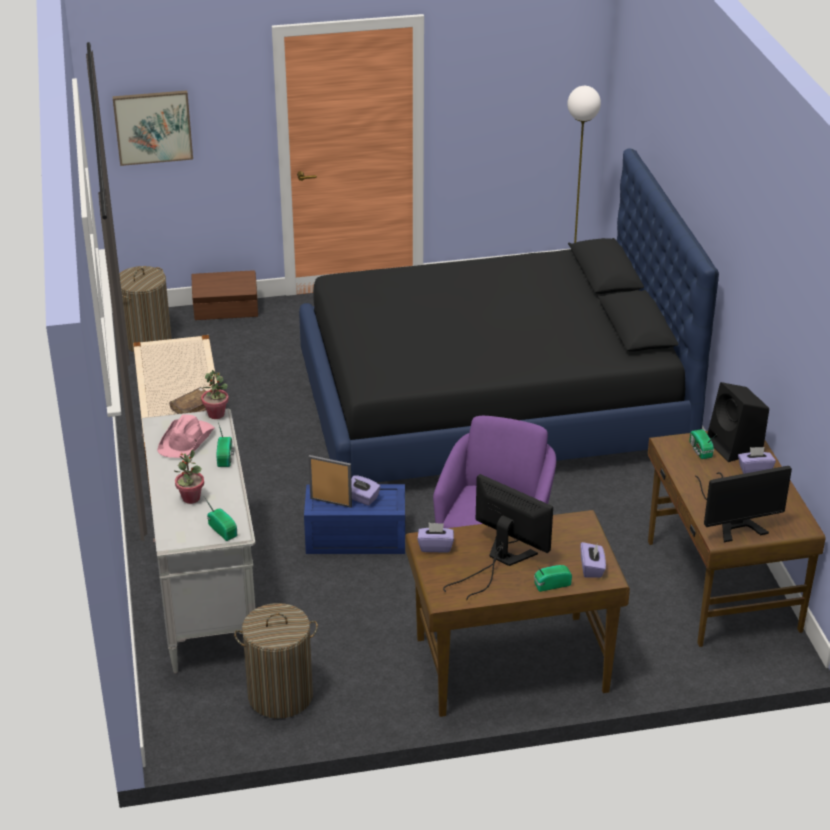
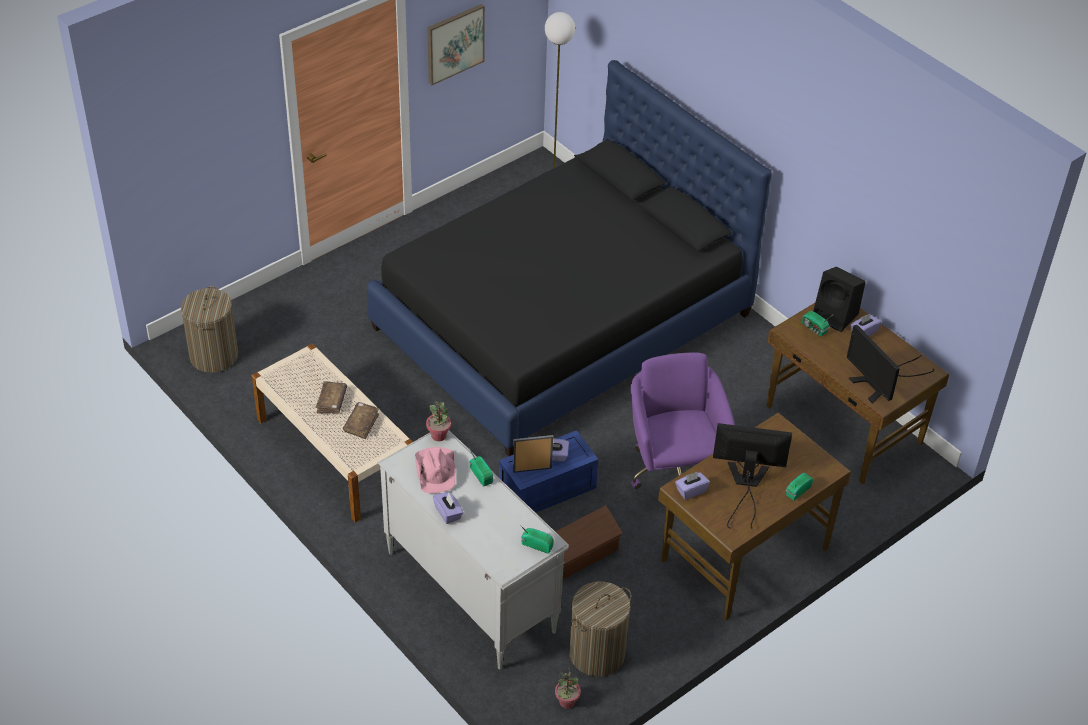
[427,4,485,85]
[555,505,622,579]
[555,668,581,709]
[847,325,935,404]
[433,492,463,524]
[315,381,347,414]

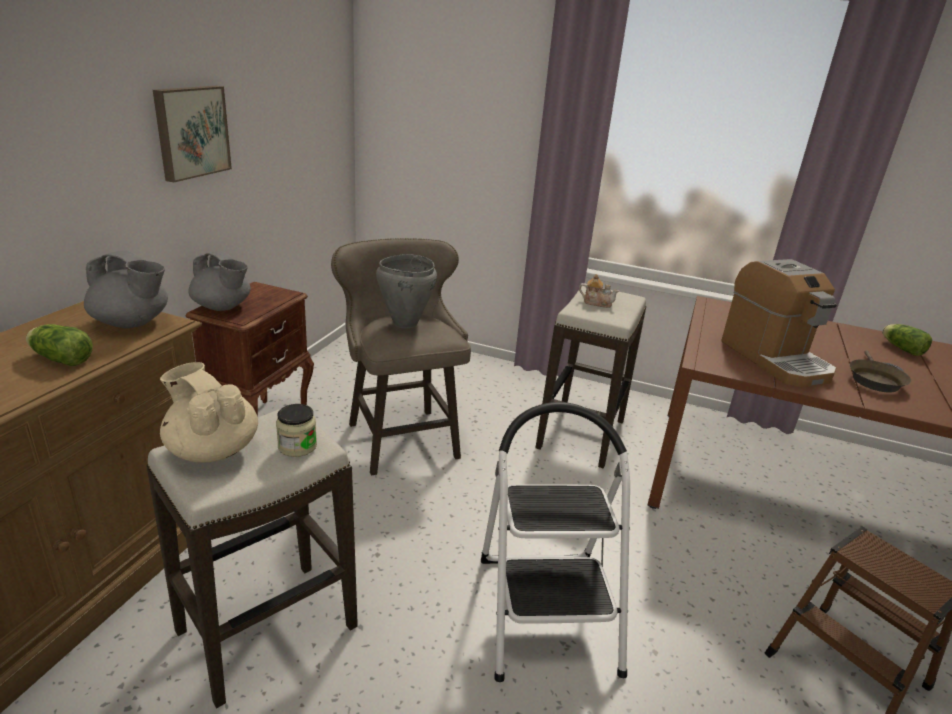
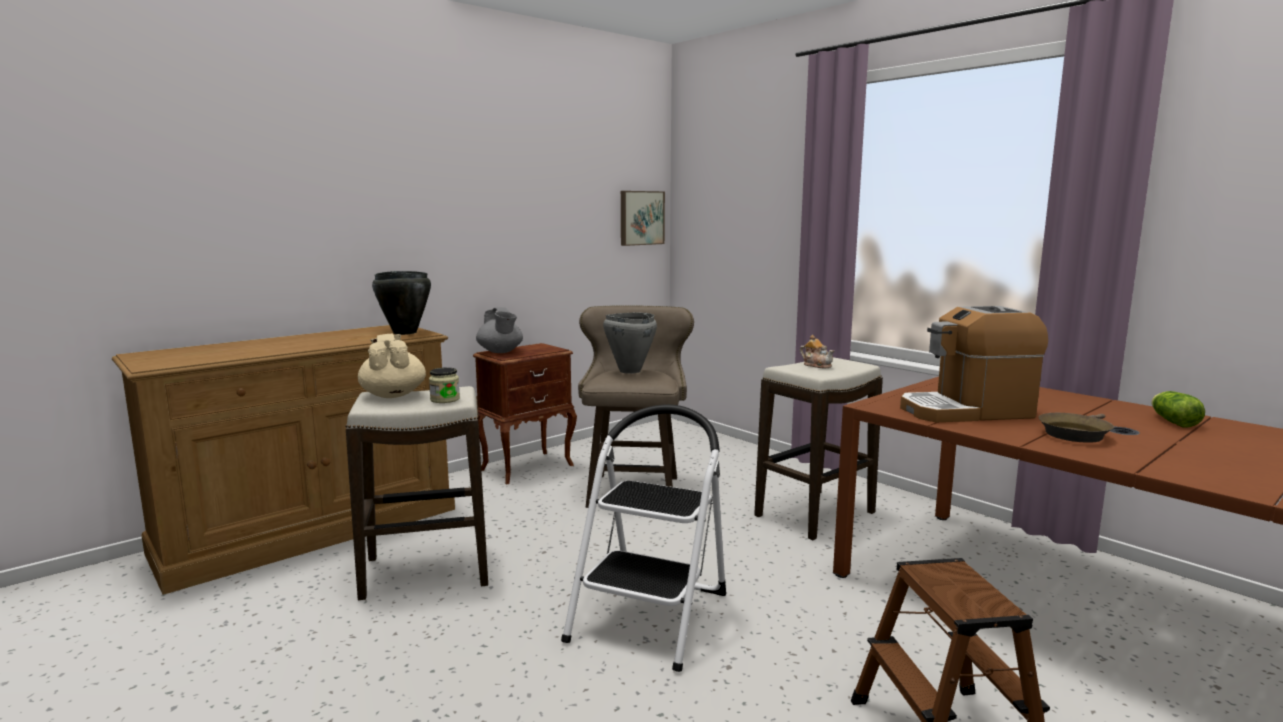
[621,191,665,246]
[372,271,431,335]
[900,306,1048,423]
[26,324,93,366] (first image)

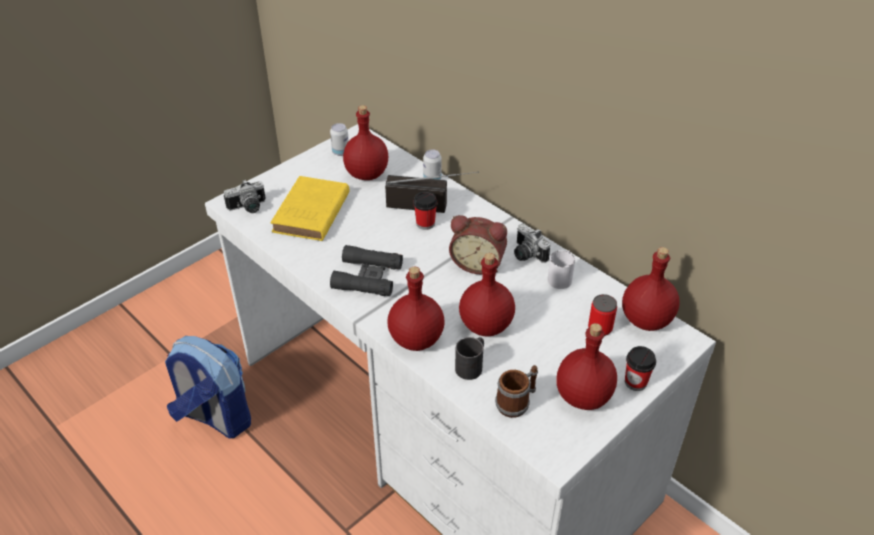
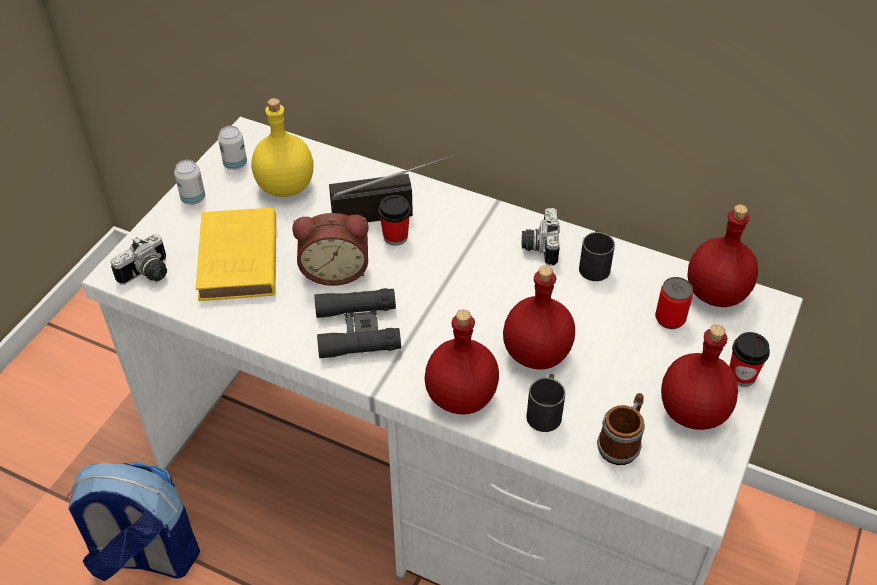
[252,98,314,197]
[174,160,205,205]
[292,213,369,286]
[522,208,560,266]
[579,230,615,281]

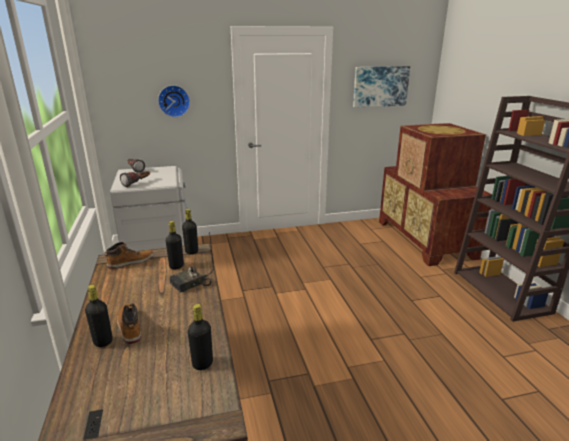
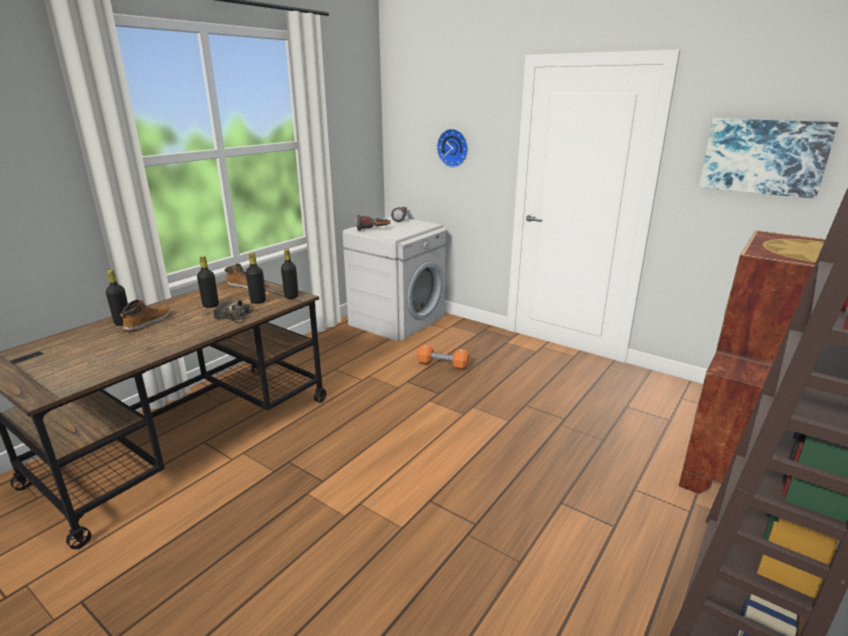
[197,256,219,308]
[417,344,469,370]

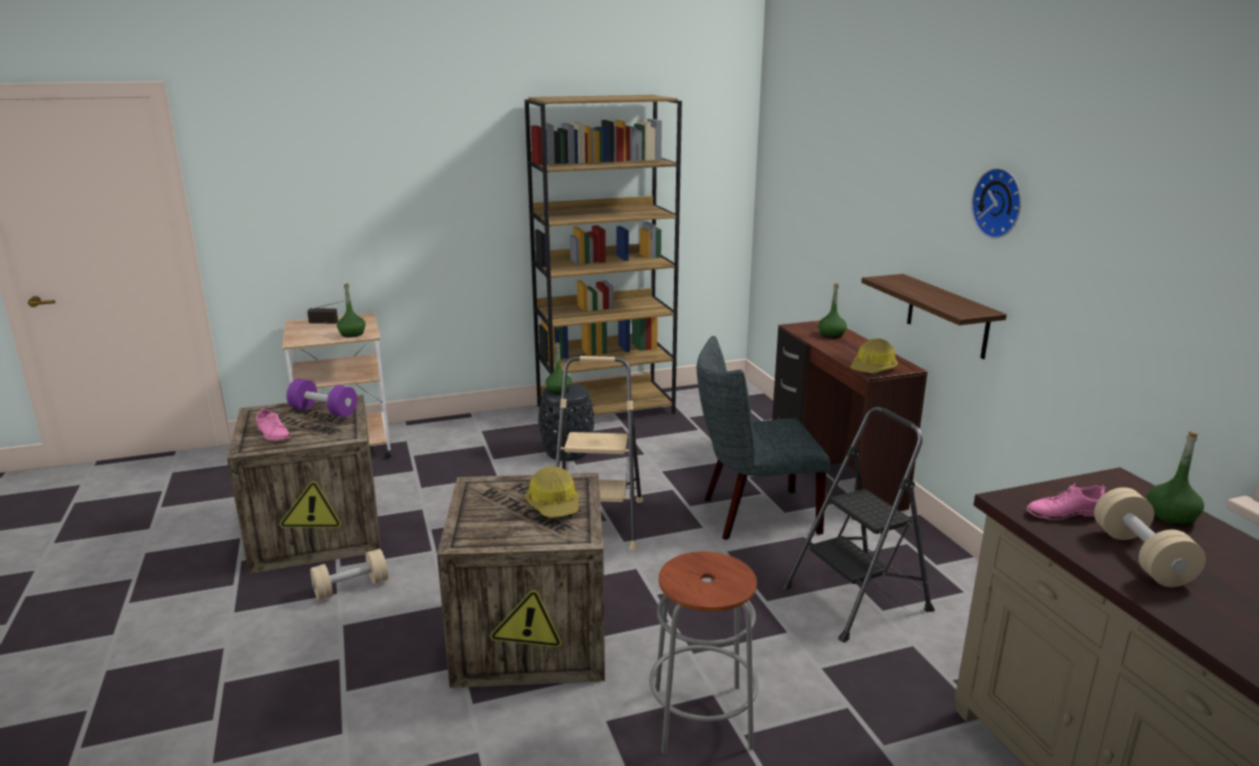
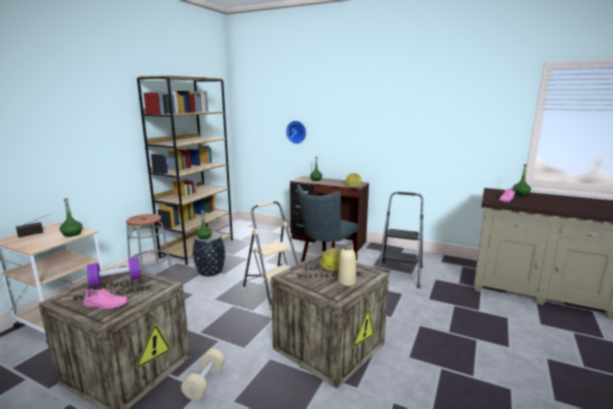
[286,121,306,144]
[861,274,1007,359] (first image)
[1094,487,1206,587] (first image)
[126,214,172,272]
[338,243,356,286]

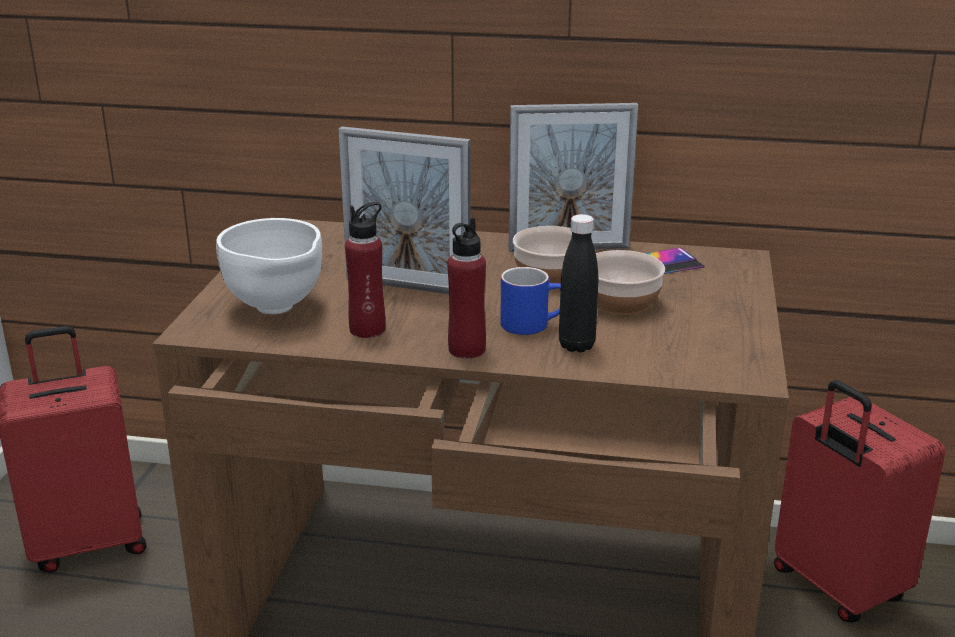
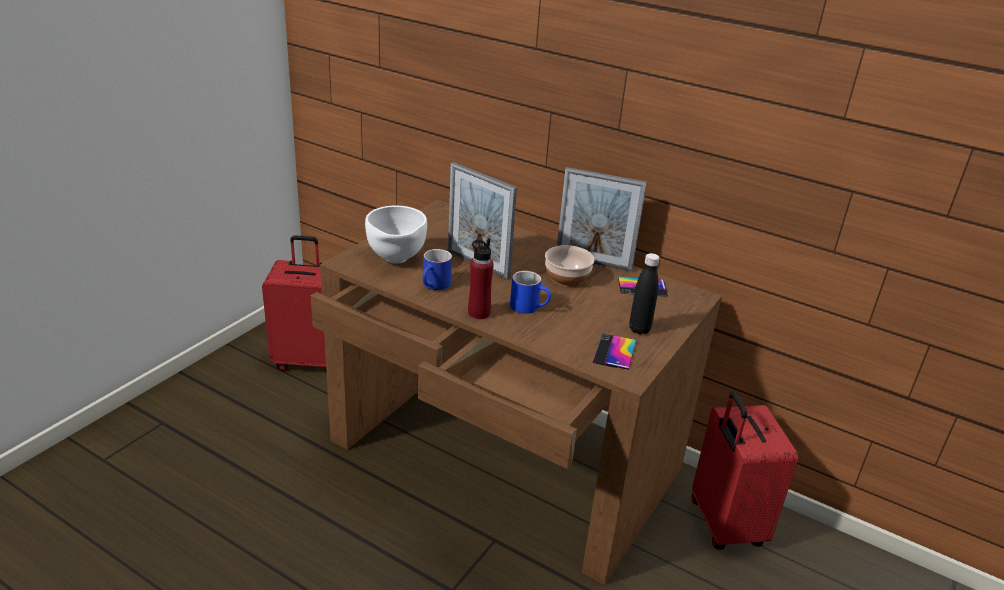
[422,249,452,290]
[629,253,660,334]
[596,250,665,315] (first image)
[593,334,637,370]

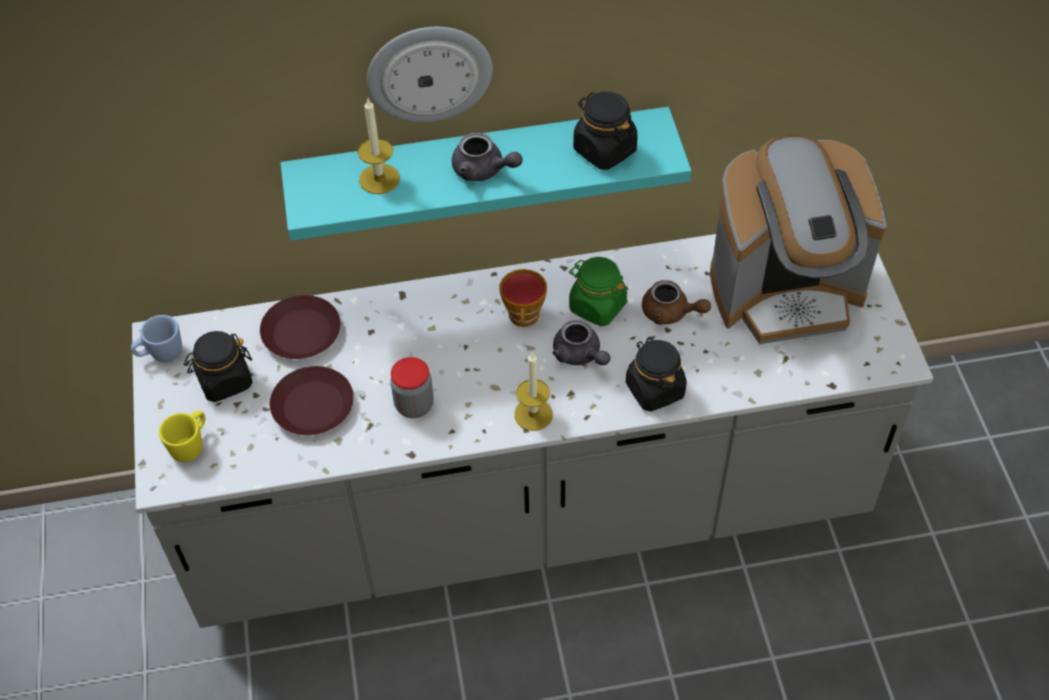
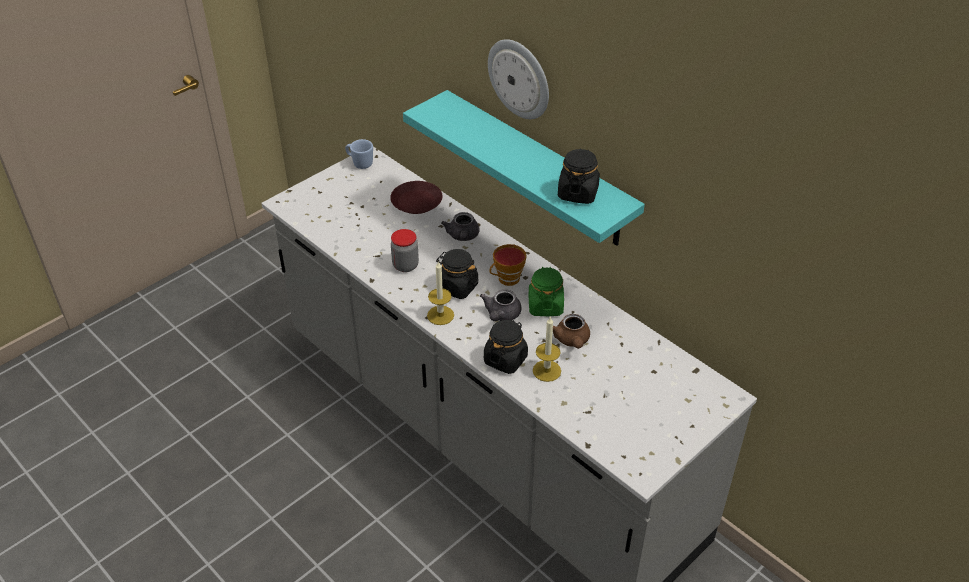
[533,316,561,382]
[441,212,479,241]
[710,134,887,344] (first image)
[436,249,478,299]
[270,366,354,435] (first image)
[159,410,205,462] (first image)

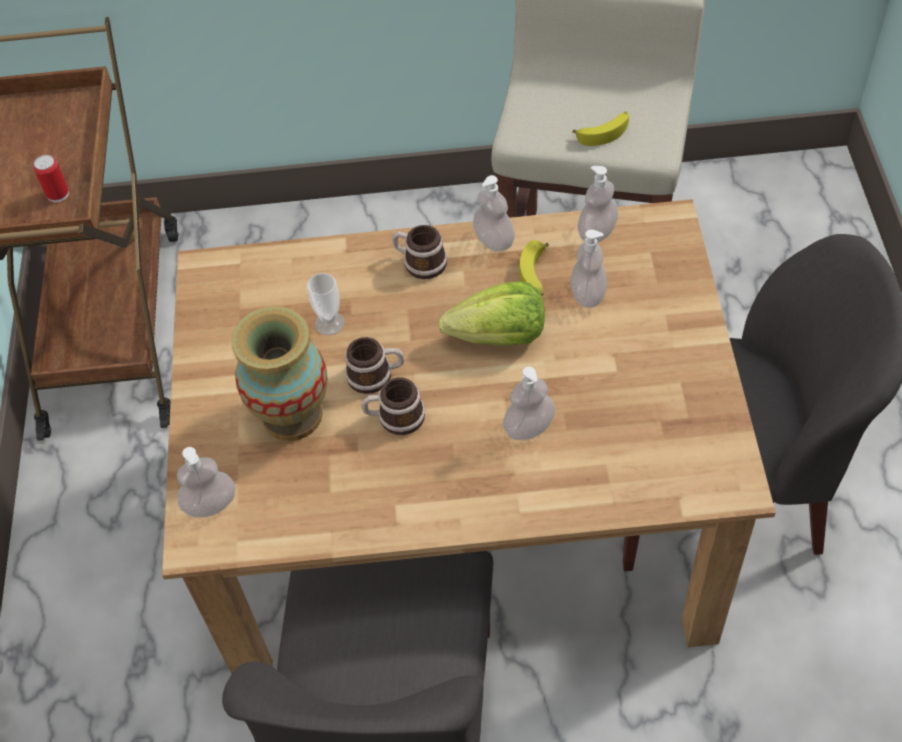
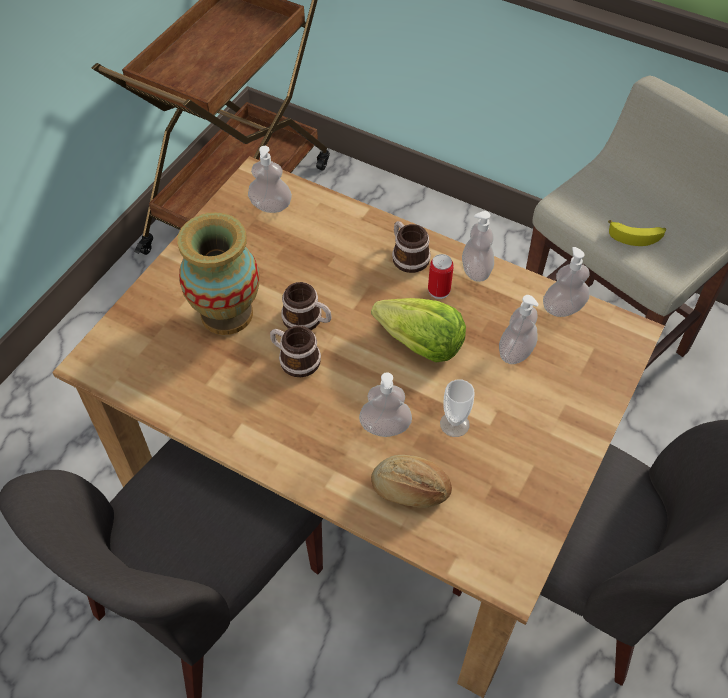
[428,254,454,299]
[520,240,549,296] (first image)
[440,380,475,437]
[248,146,292,213]
[371,455,452,508]

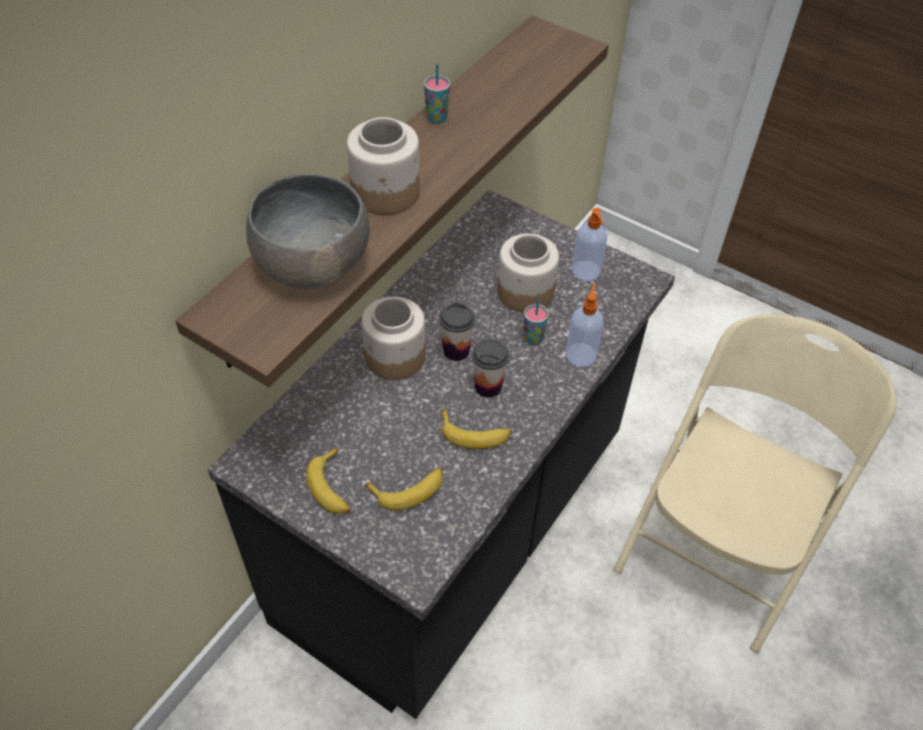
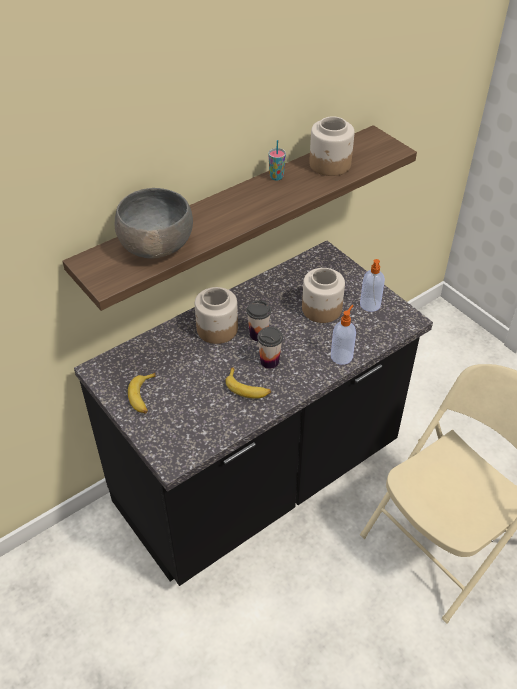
[309,116,355,176]
[524,299,549,345] (first image)
[364,467,443,510] (first image)

